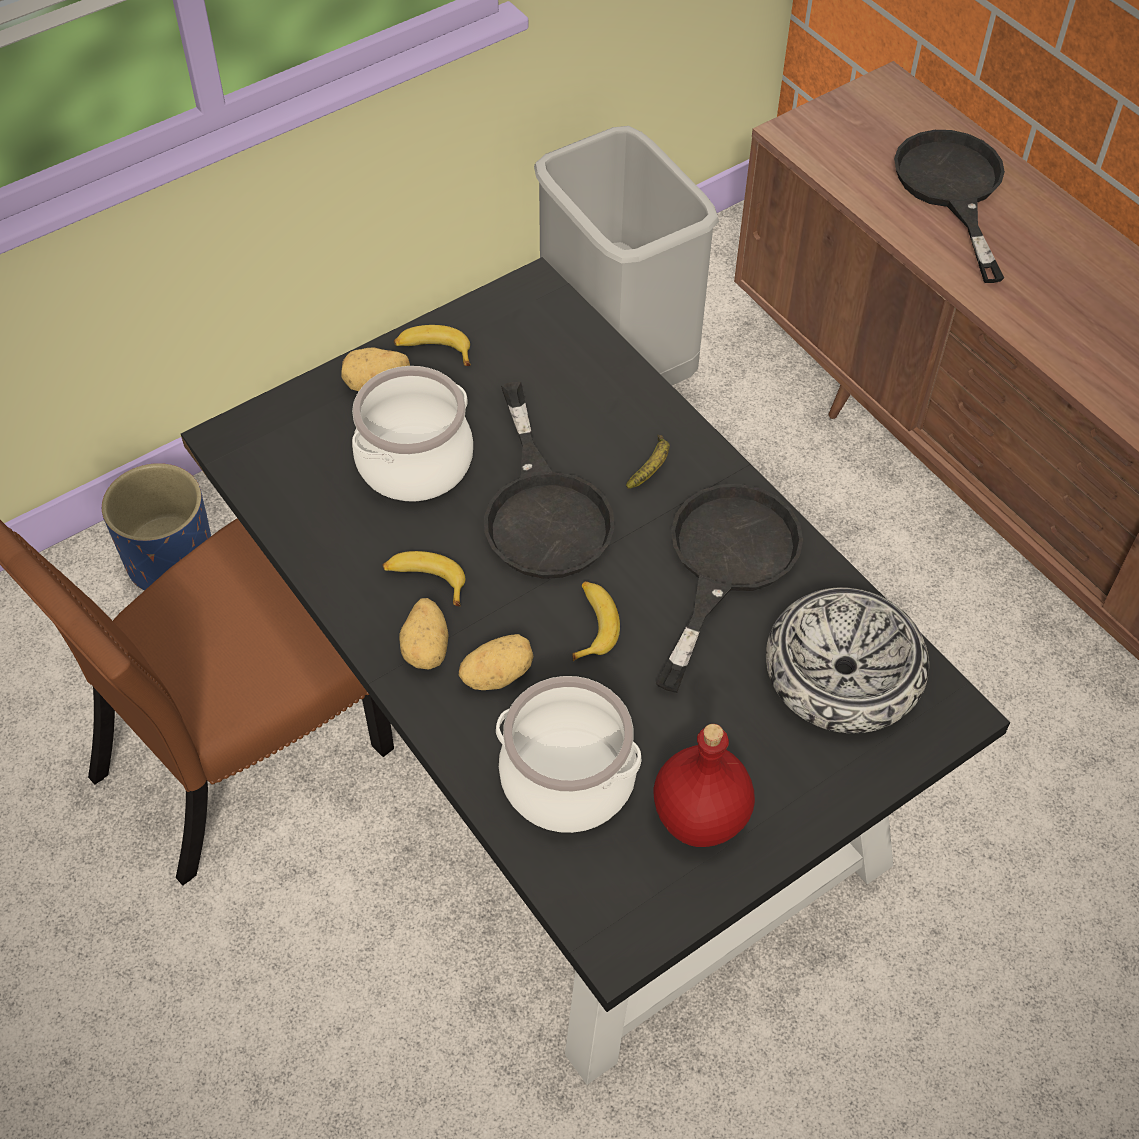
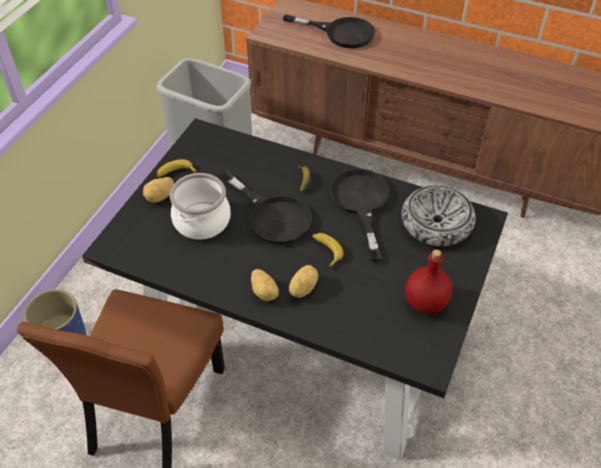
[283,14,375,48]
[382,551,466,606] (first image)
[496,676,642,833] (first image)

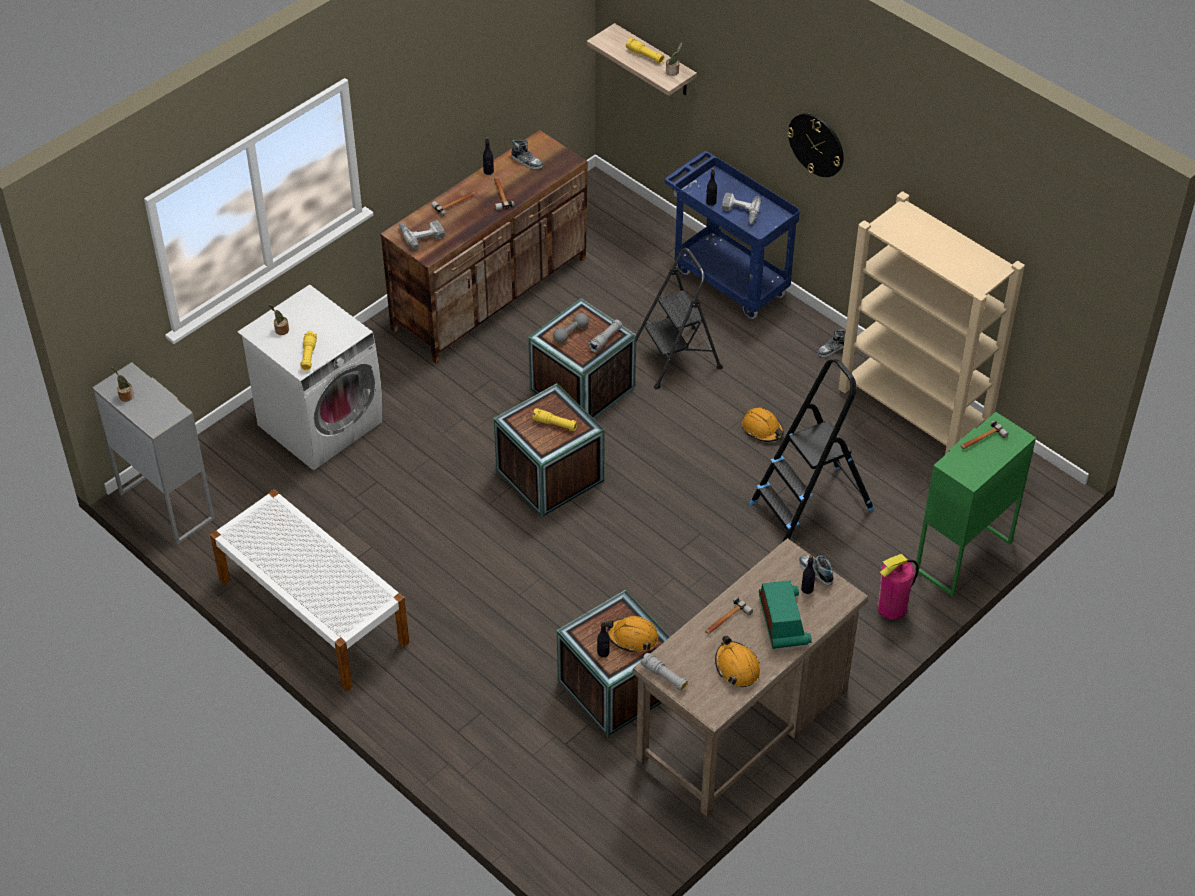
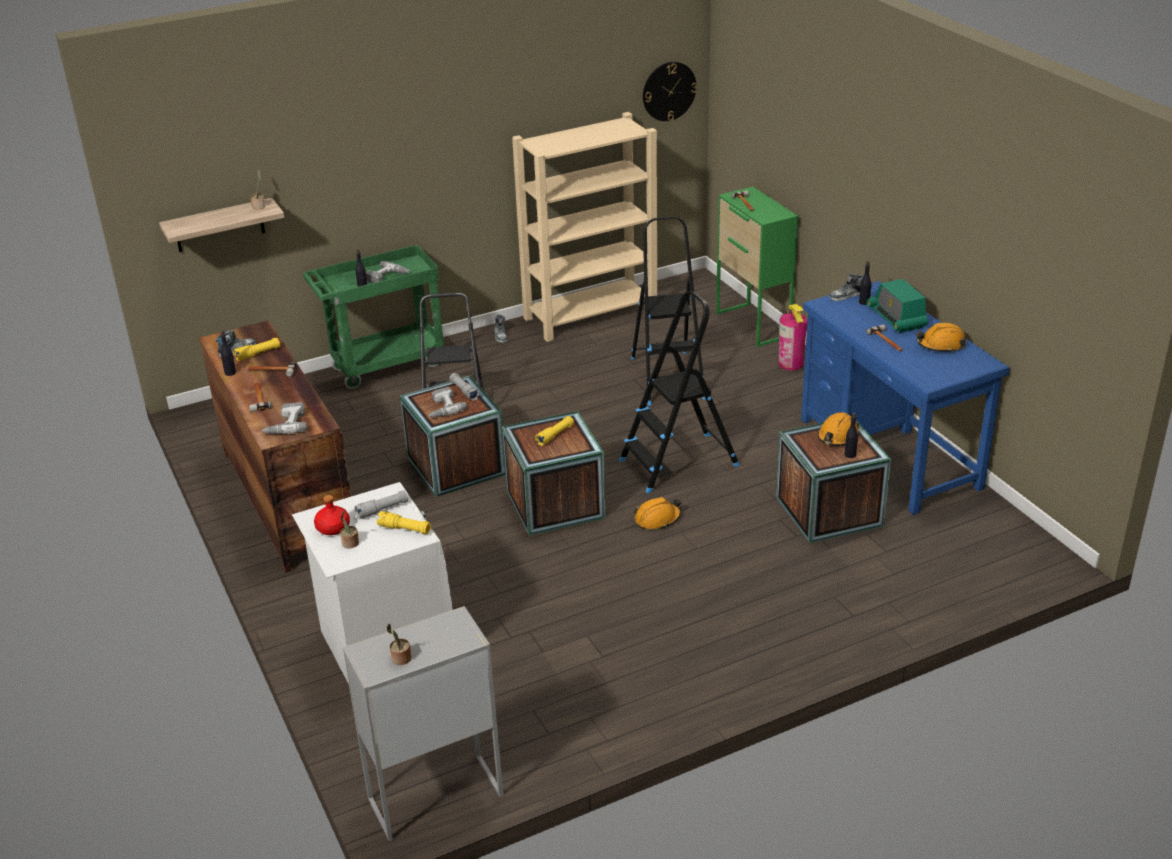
[234,338,280,361]
[643,62,697,121]
[303,245,444,389]
[429,387,467,417]
[634,497,681,529]
[210,489,410,692] (first image)
[801,281,1010,515]
[866,279,928,333]
[355,490,408,519]
[619,291,740,493]
[314,495,350,535]

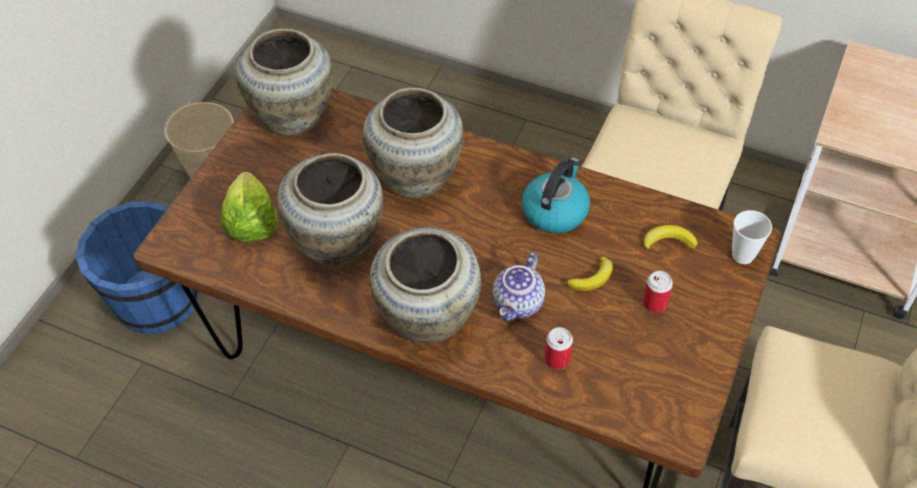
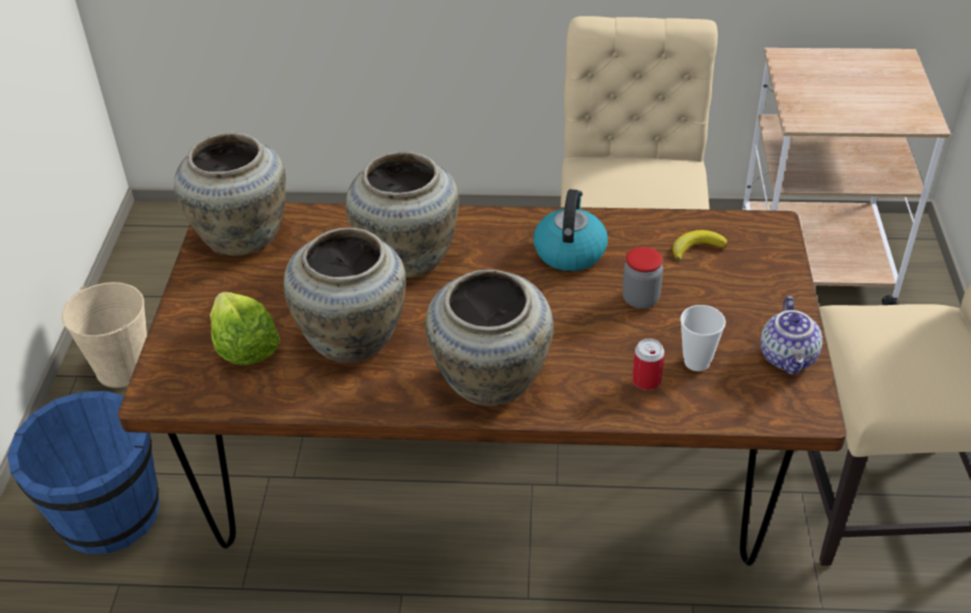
[680,305,726,371]
[760,296,822,375]
[622,247,663,309]
[643,271,673,313] (first image)

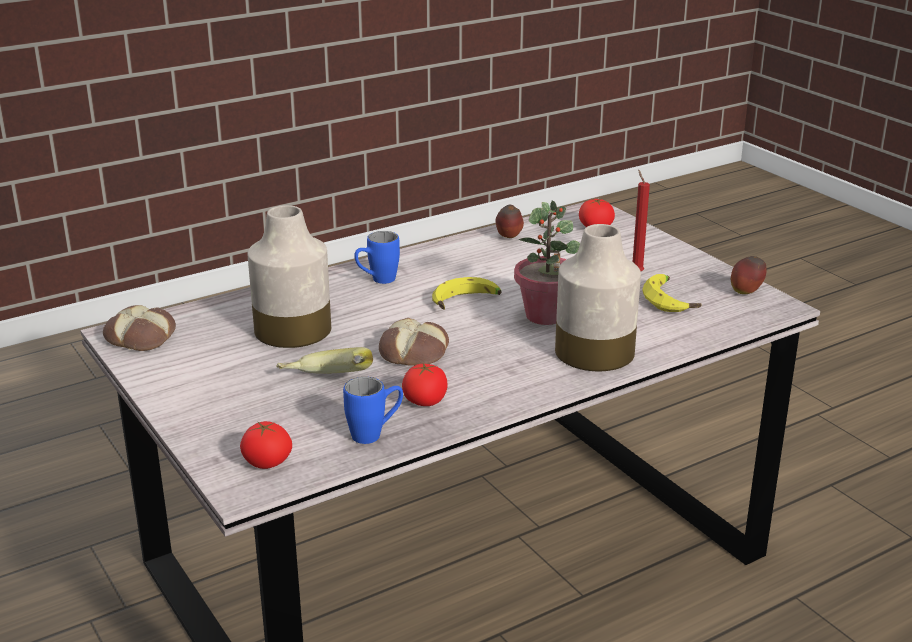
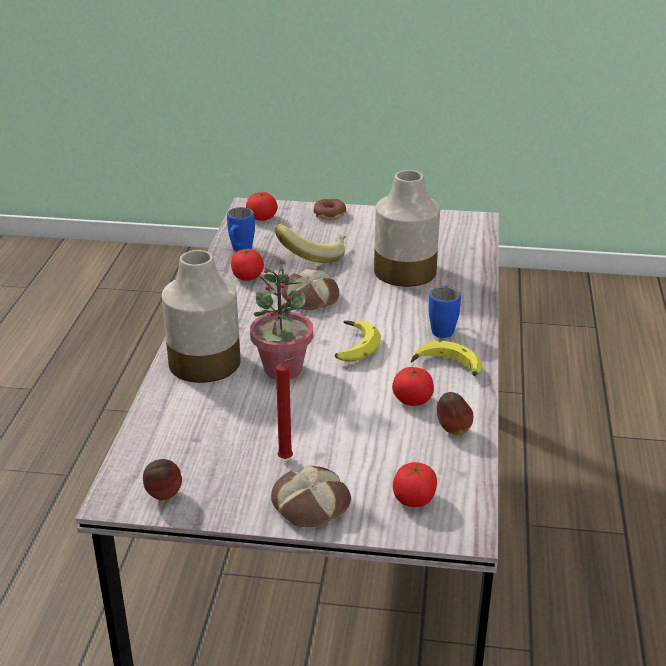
[411,341,483,376]
[271,466,351,527]
[314,199,347,220]
[392,367,434,406]

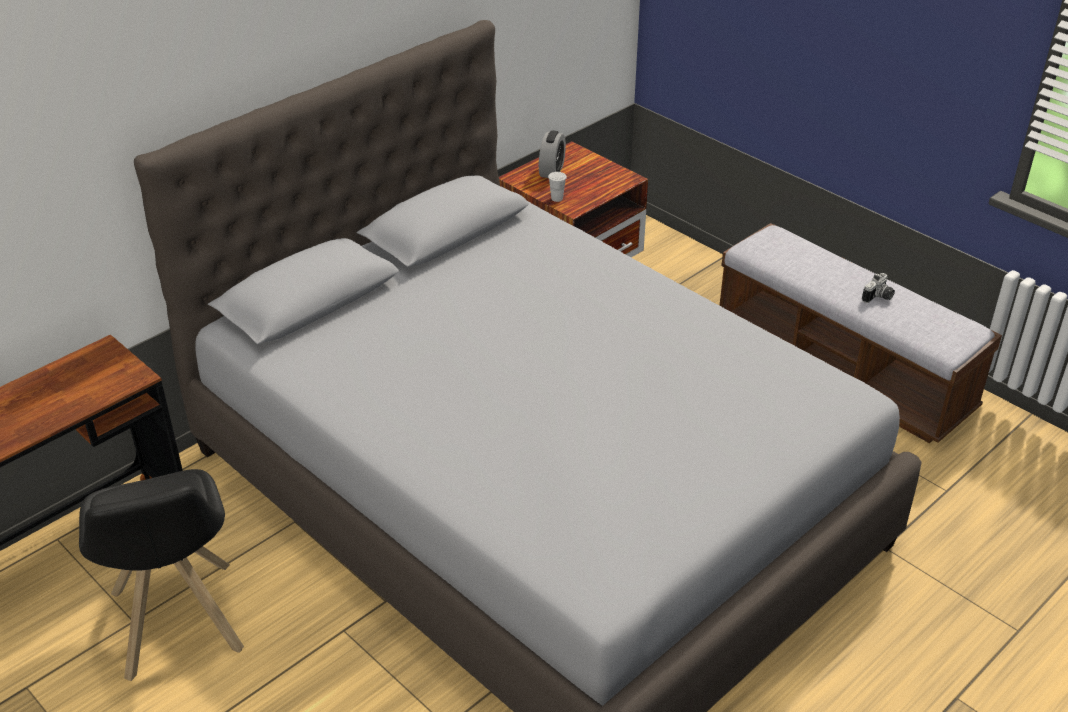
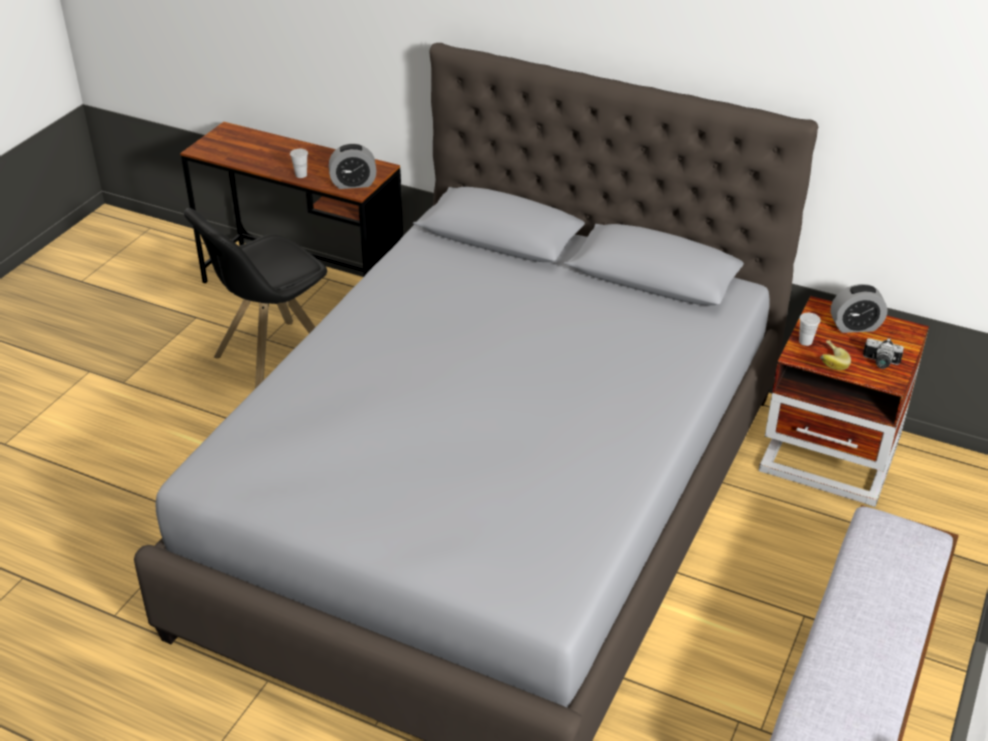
[863,338,904,369]
[329,144,377,189]
[290,149,308,178]
[820,340,851,370]

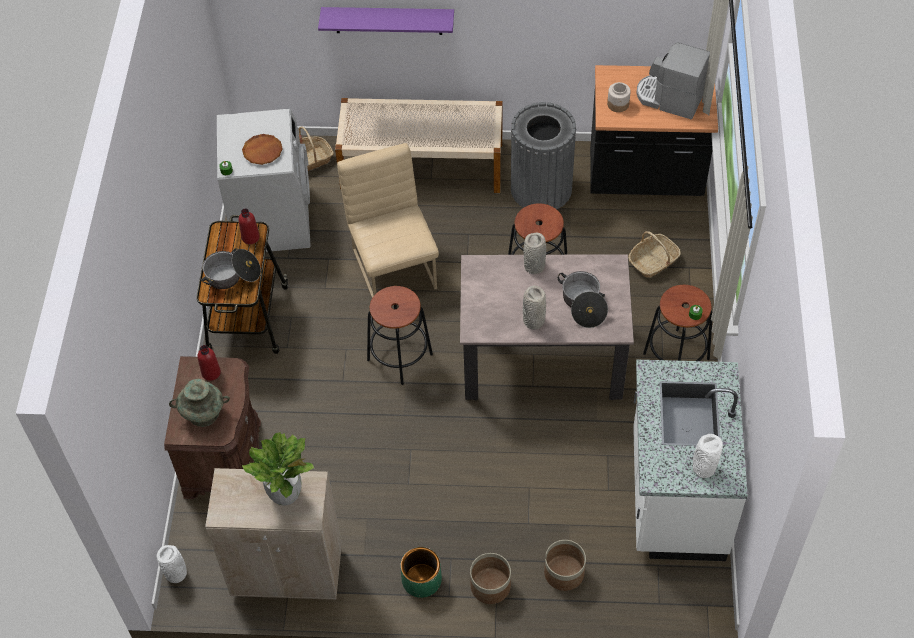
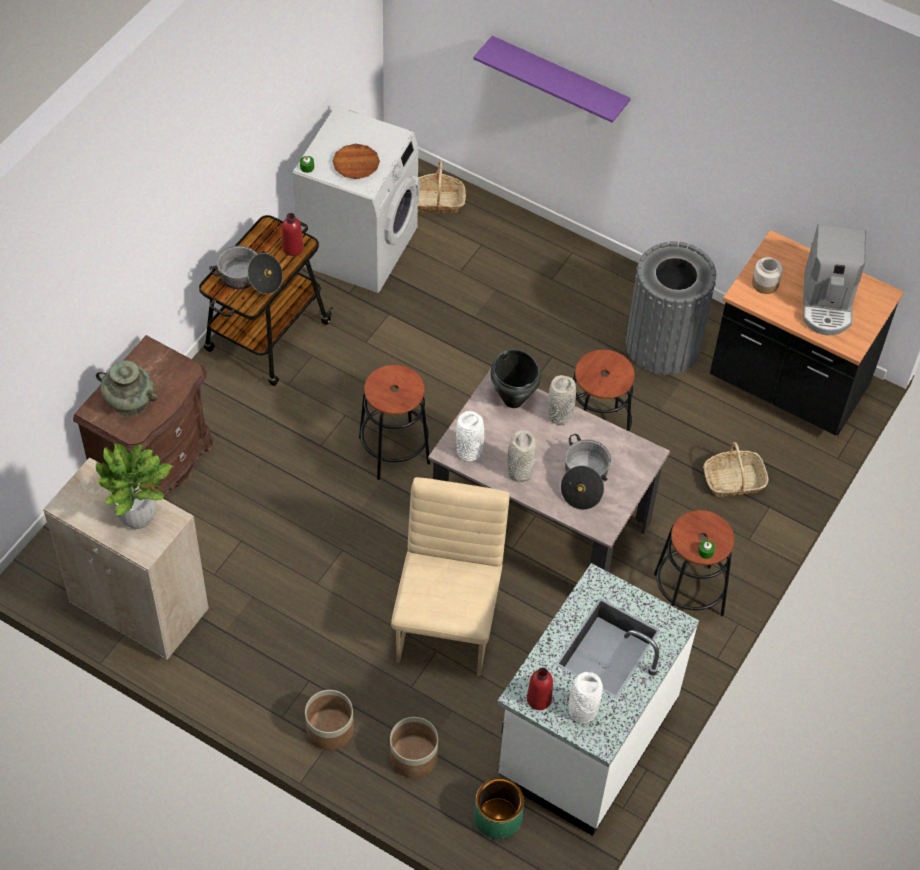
[803,225,866,335]
[335,98,503,193] (first image)
[391,477,510,676]
[527,668,553,710]
[456,411,484,462]
[474,778,524,839]
[491,349,541,408]

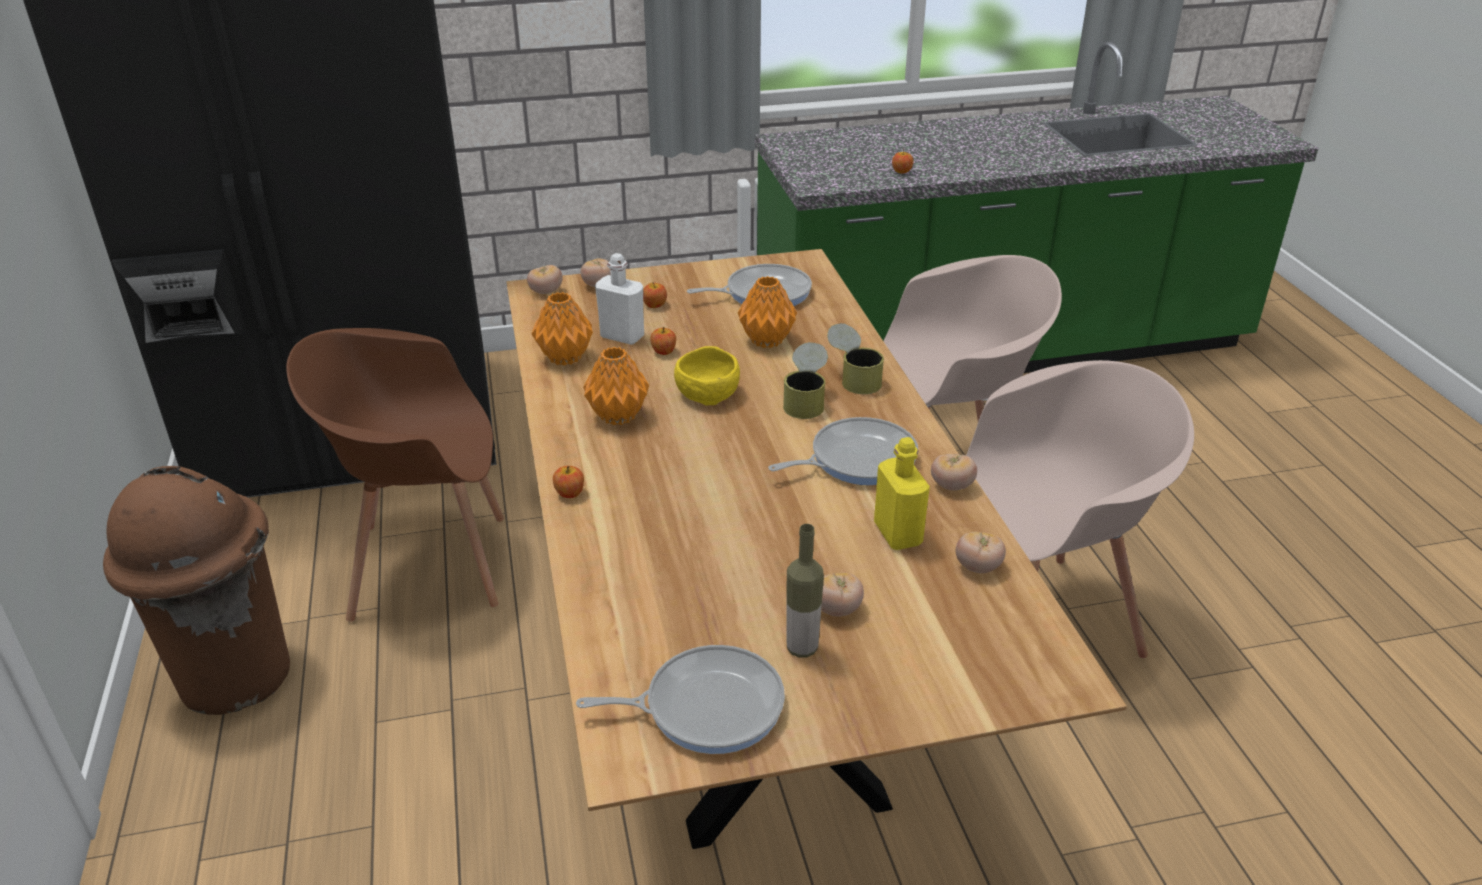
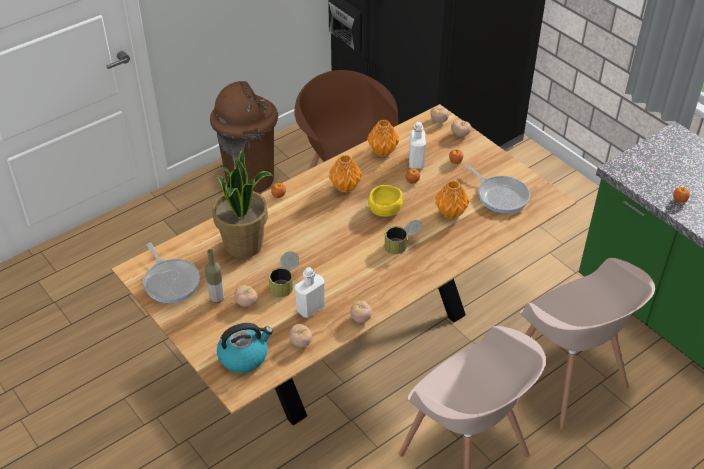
[269,251,299,297]
[768,417,918,485] (first image)
[295,267,324,318]
[212,149,274,258]
[217,323,273,373]

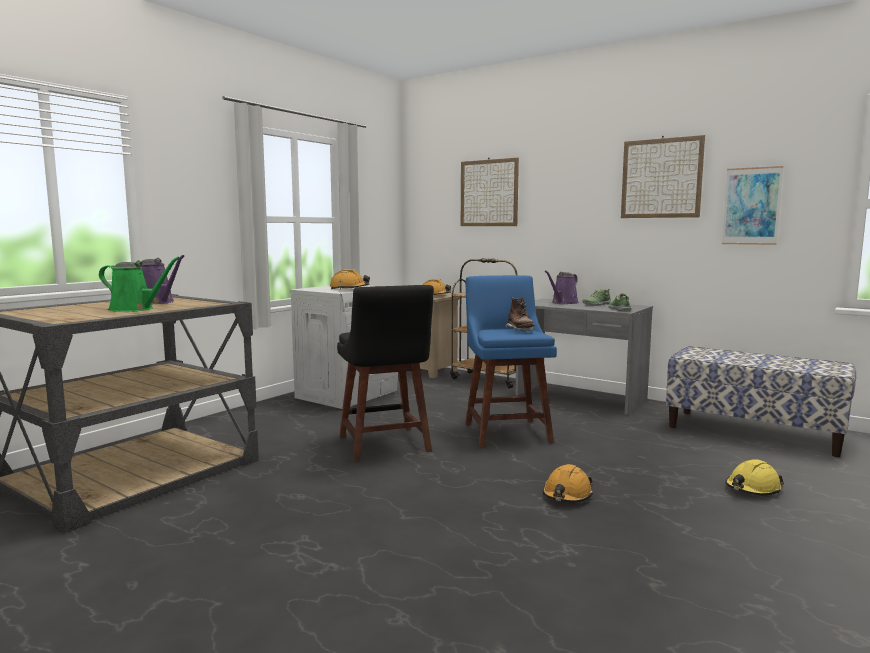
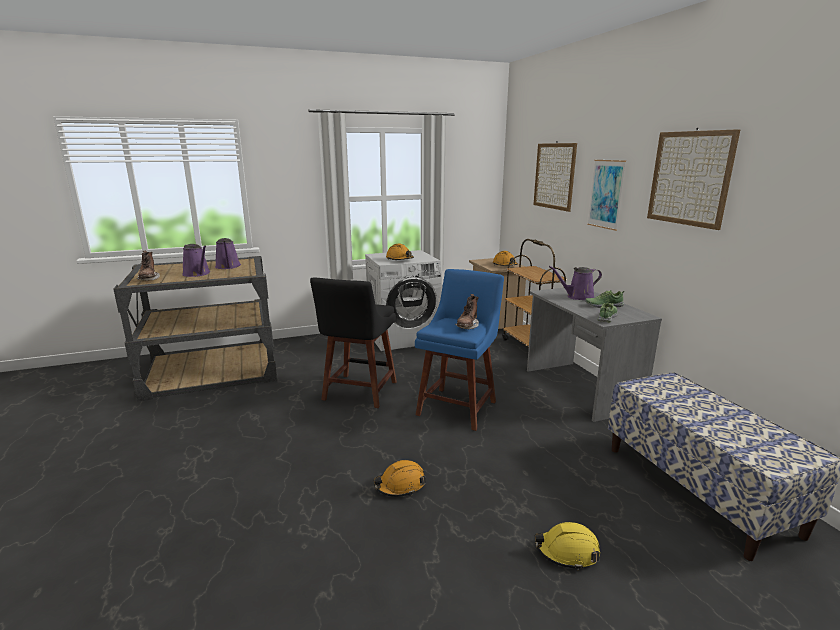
[587,160,626,231]
[182,244,210,277]
[137,251,160,281]

